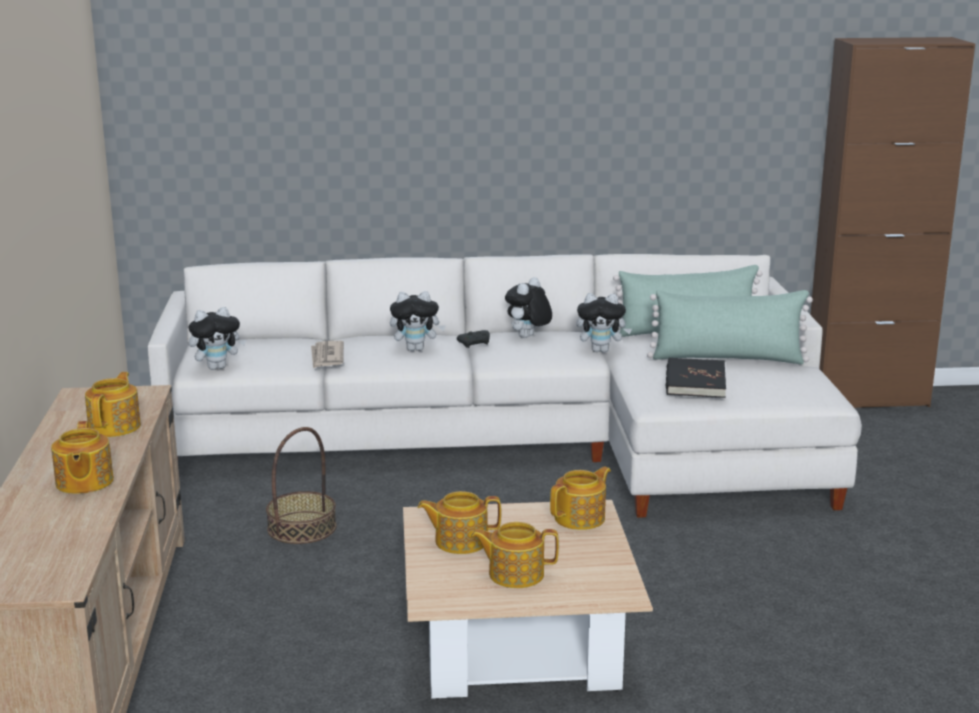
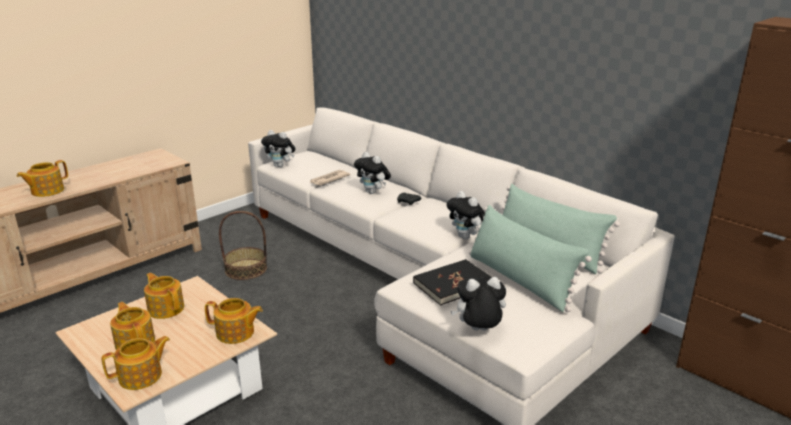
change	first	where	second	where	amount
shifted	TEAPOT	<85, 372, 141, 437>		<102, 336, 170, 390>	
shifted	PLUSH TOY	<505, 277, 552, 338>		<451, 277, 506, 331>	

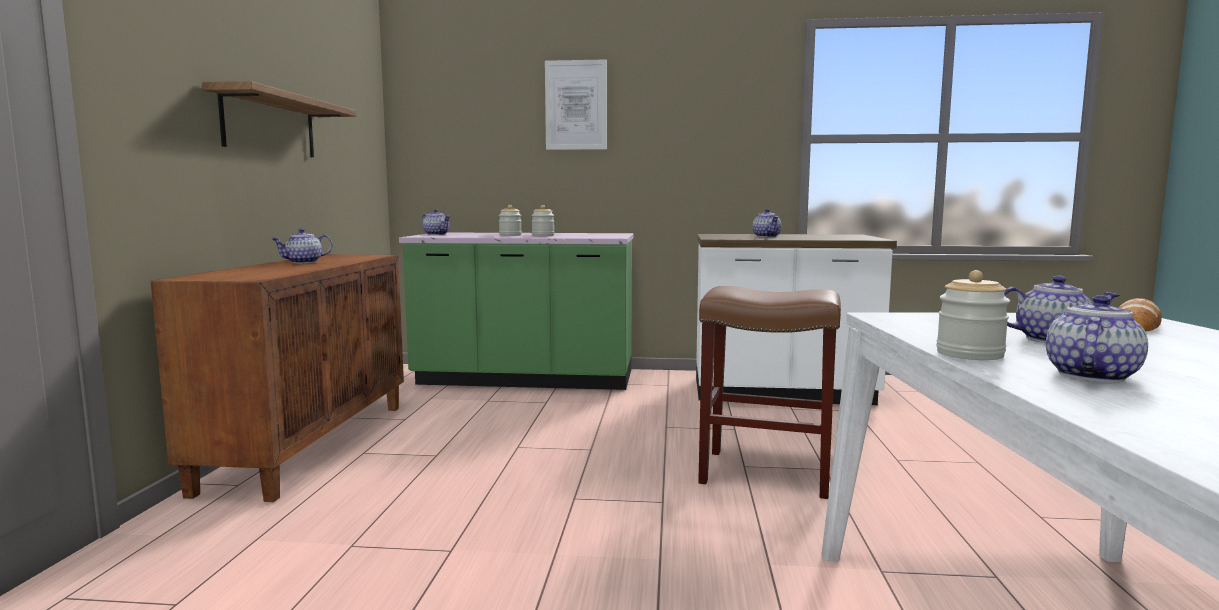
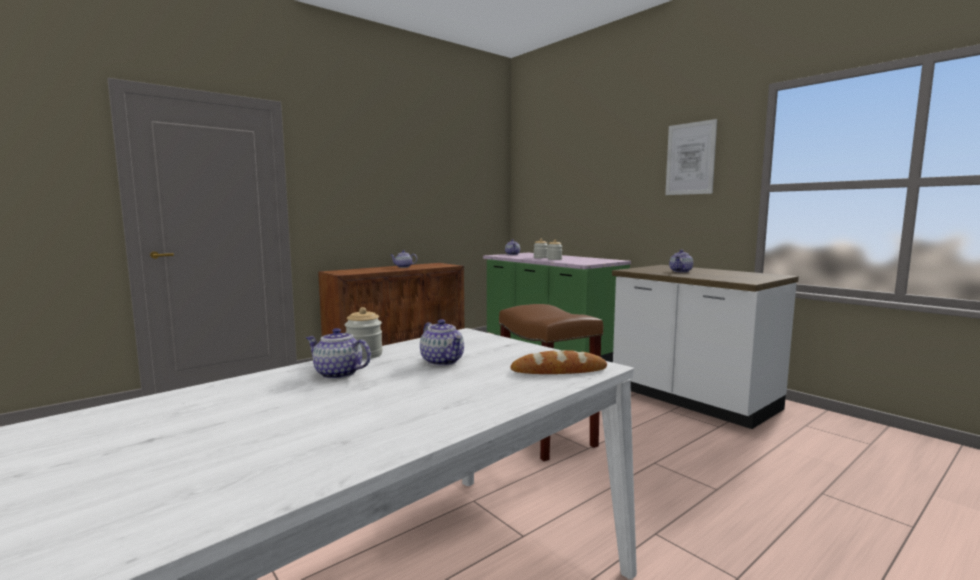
change	first	where	second	where	amount
gone	SHELF	<202, 81, 356, 157>			
shifted	PICTURE	<545, 59, 607, 150>		<665, 119, 717, 195>	
rotated	TEAPOT	<1046, 295, 1148, 383>		<306, 328, 371, 379>	150 degrees counterclockwise

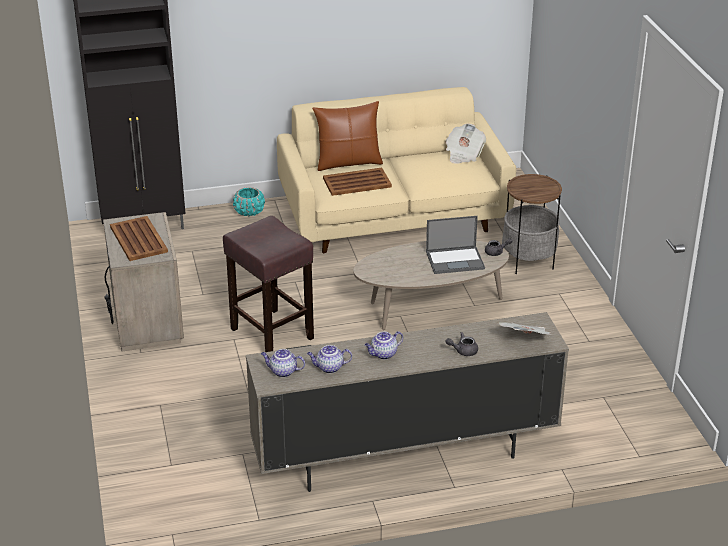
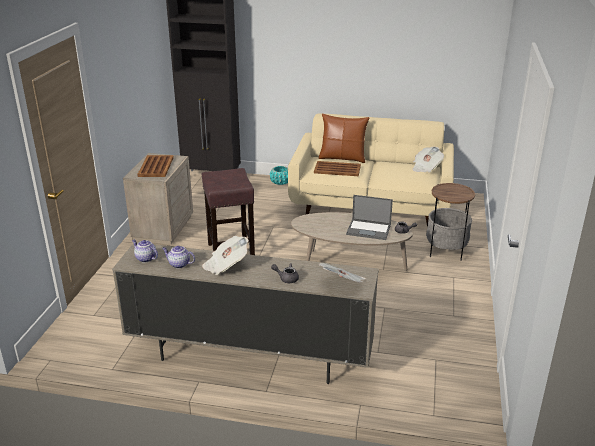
change	first	where	second	where	amount
swapped	TEAPOT	<365, 331, 403, 360>	NEWSPAPER	<202, 236, 249, 275>	

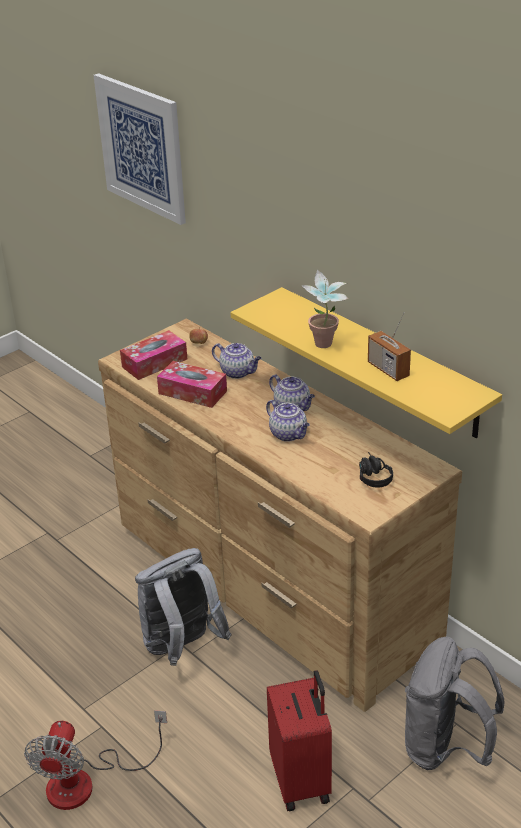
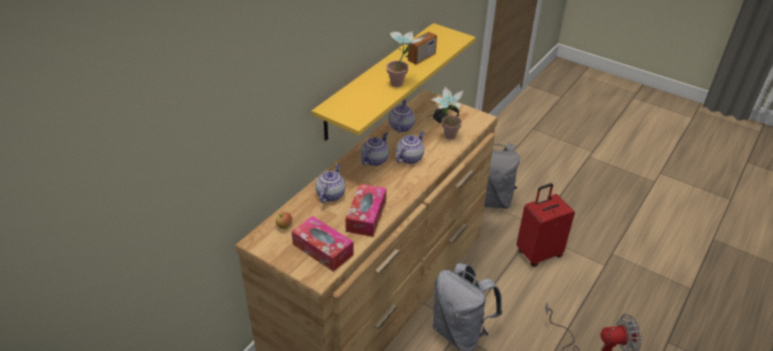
change	first	where	second	where	amount
gone	PICTURE	<94, 73, 186, 225>			
new			TEAPOT	<388, 100, 415, 133>	
new			POTTED PLANT	<430, 87, 464, 140>	

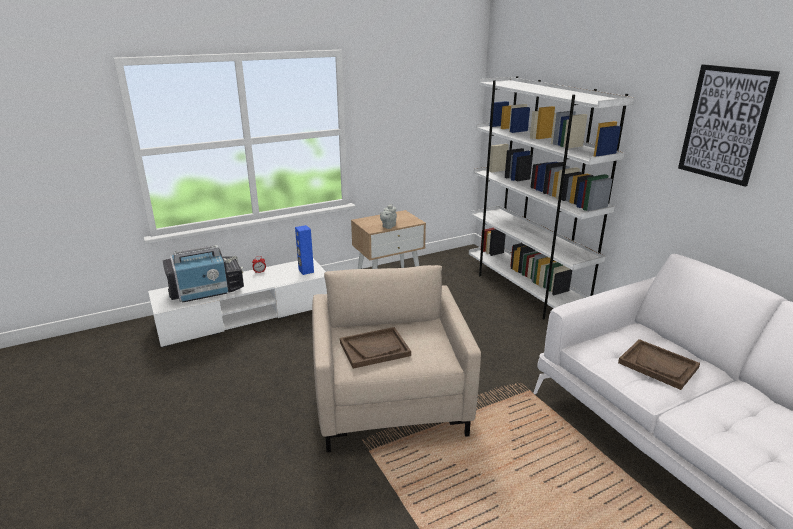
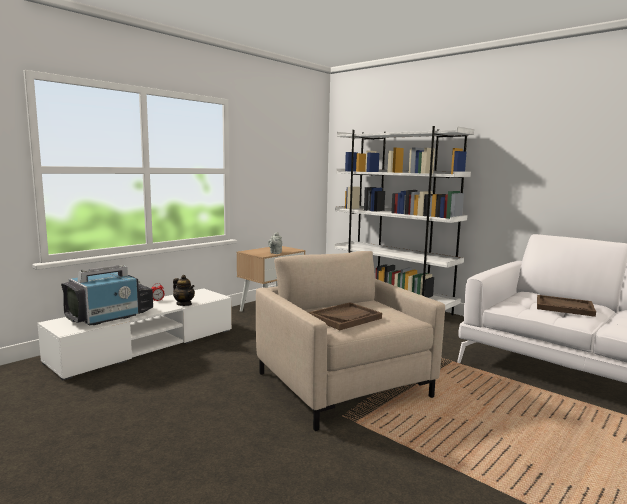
change	first	where	second	where	amount
gone	BLUE SPEAKER	<295, 225, 314, 275>			
gone	PICTURE	<678, 64, 780, 187>			
new			TEAPOT	<173, 275, 195, 306>	

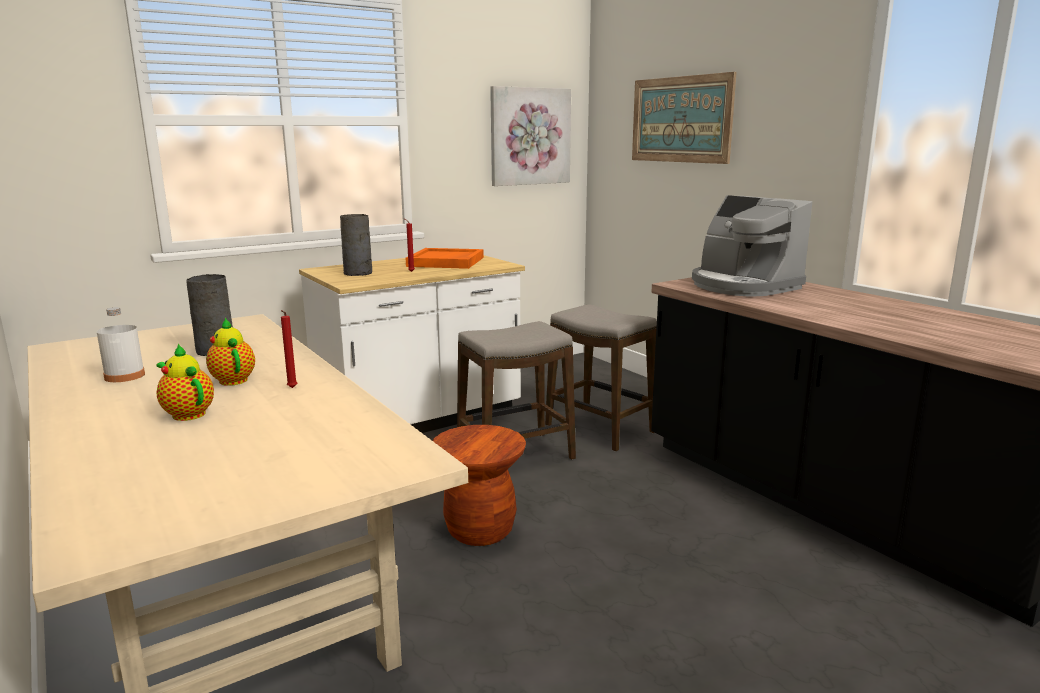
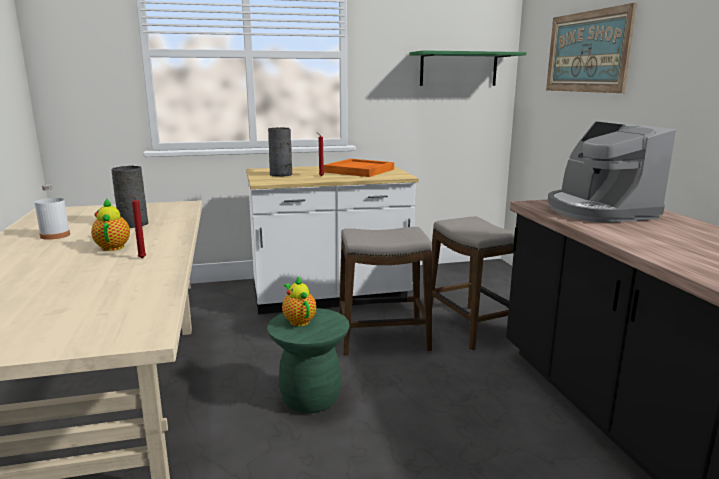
change	first	where	second	where	amount
shifted	TEAPOT	<156, 344, 214, 421>		<282, 276, 316, 326>	
swapped	PICTURE	<490, 86, 571, 186>	GREEN SHELF	<410, 50, 526, 86>	
repainted	BROWN STOOL	<432, 425, 526, 546>	GREEN STOOL	<267, 308, 350, 413>	

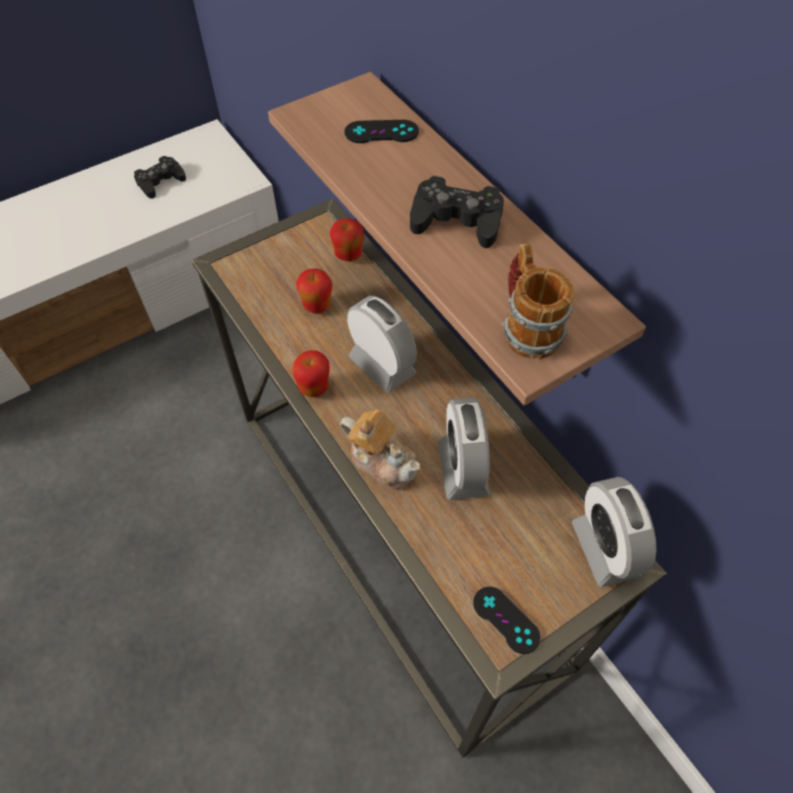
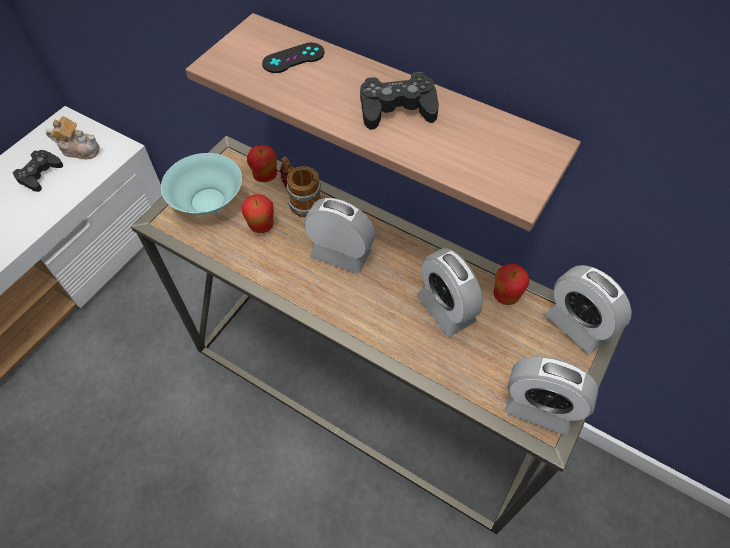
change	first	where	second	where	amount
new			TURQUOISE BOWL	<161, 153, 242, 215>	
shifted	APPLE	<292, 350, 330, 397>		<493, 263, 529, 305>	
shifted	TEAPOT	<340, 410, 420, 489>		<46, 116, 100, 159>	
shifted	MUG	<502, 243, 575, 359>		<280, 157, 323, 217>	
swapped	BLACK GAME CONTROLLER	<473, 587, 540, 654>	ALARM CLOCK	<505, 356, 598, 435>	

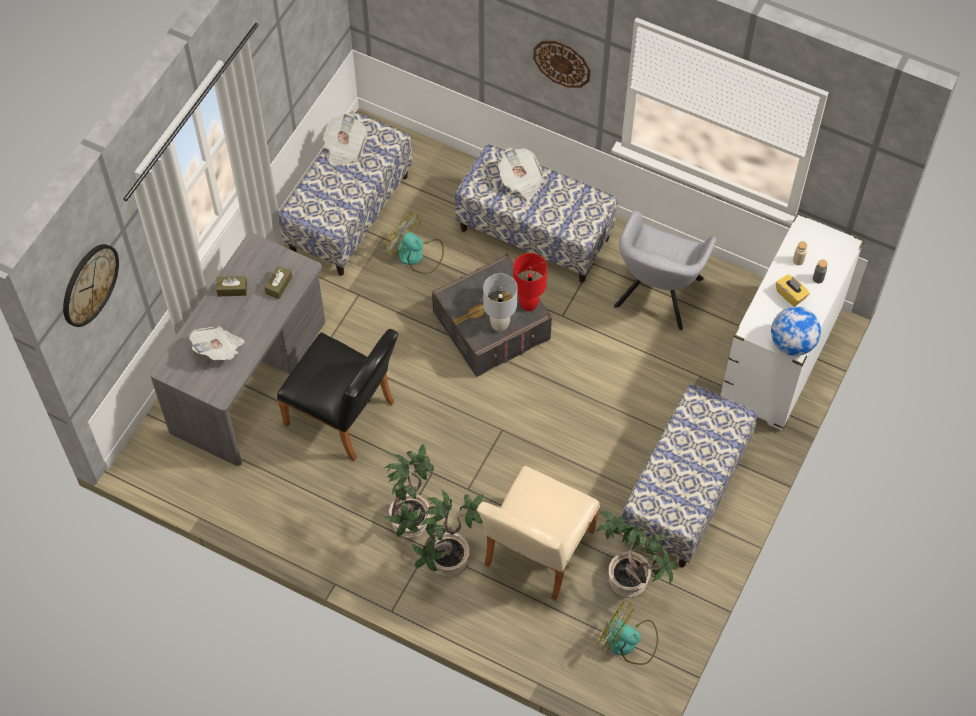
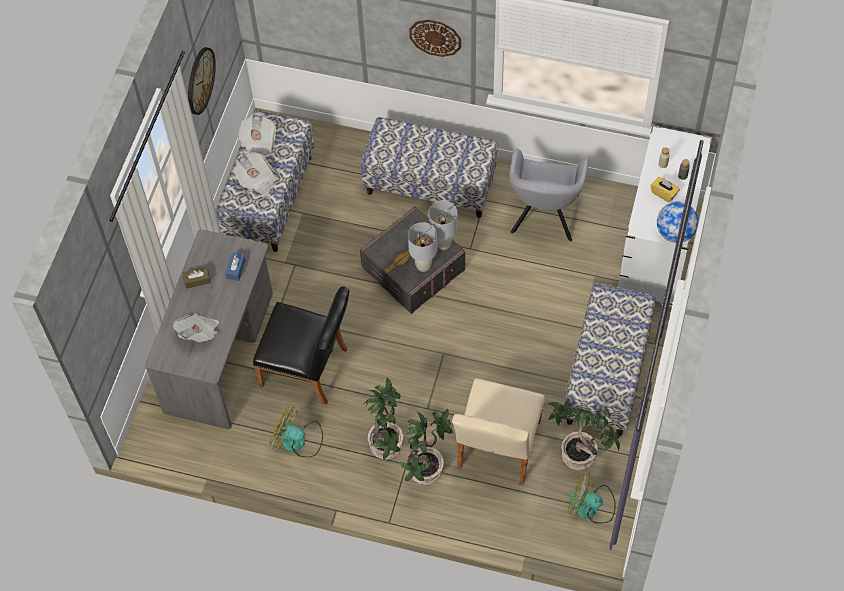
change	first	where	second	where	amount
shifted	WALL CLOCK	<63, 244, 119, 327>		<188, 47, 216, 115>	
shifted	FAN	<384, 213, 444, 274>		<270, 407, 323, 457>	
shifted	NEWSPAPER	<498, 148, 545, 200>		<234, 152, 276, 196>	
repainted	BROWN TISSUE BOX	<264, 266, 292, 299>	BLUE TISSUE BOX	<225, 252, 246, 281>	
repainted	RED TABLE LAMP	<513, 253, 547, 311>	GREY TABLE LAMP	<428, 200, 457, 250>	

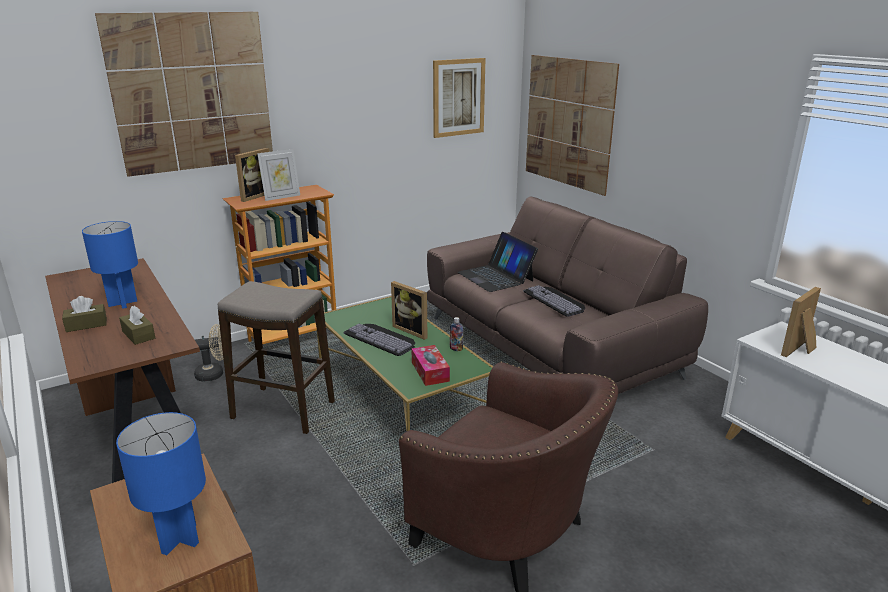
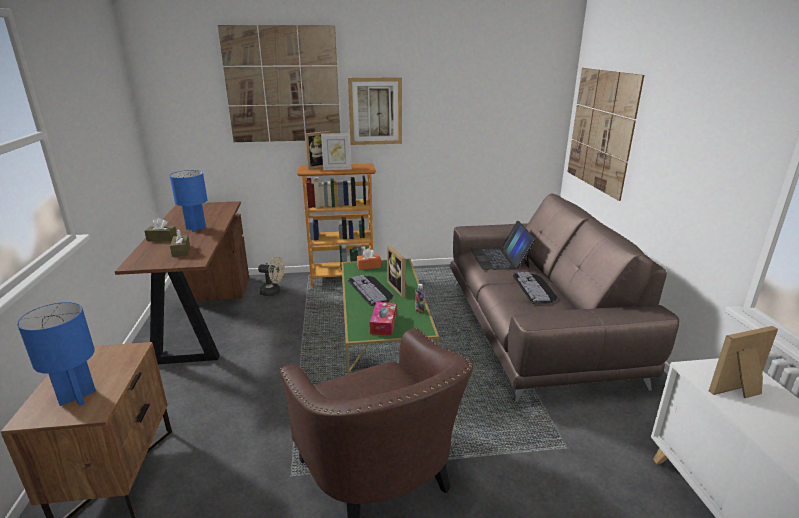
change	first	where	second	where	amount
gone	STOOL	<218, 281, 335, 434>			
new			ORANGE TISSUE BOX	<357, 248, 381, 270>	
shifted	PICTURE	<433, 58, 485, 138>		<348, 77, 402, 145>	

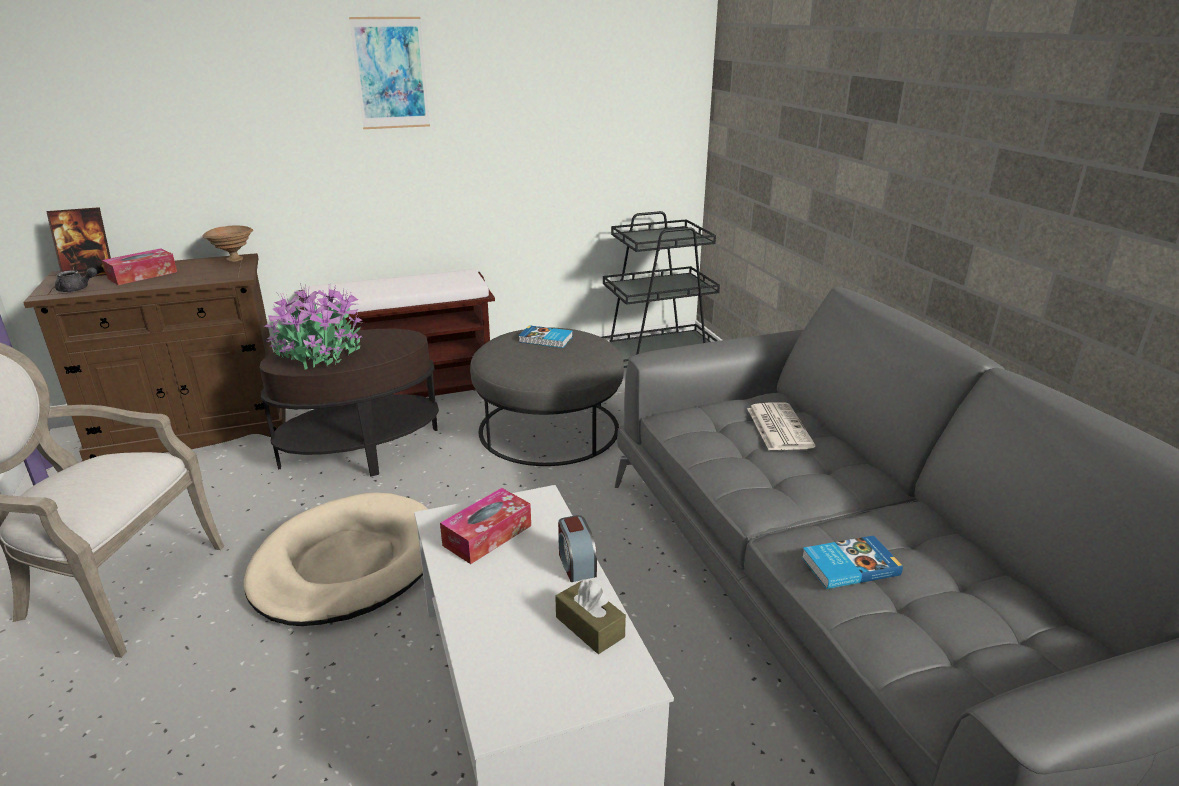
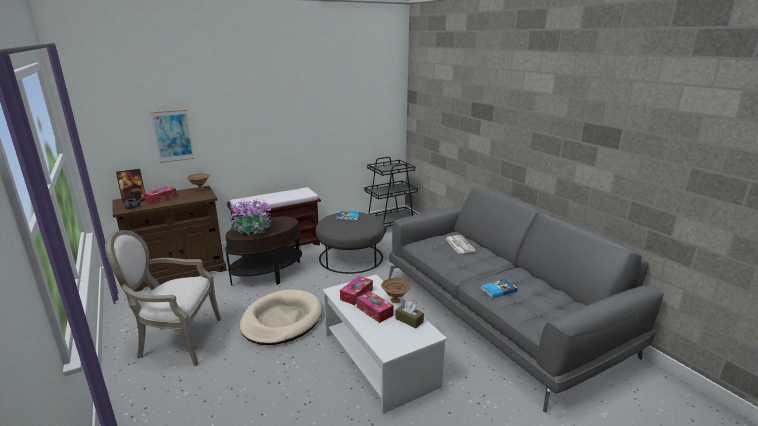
change	first	where	second	where	amount
new			TISSUE BOX	<357, 291, 393, 323>	
shifted	PICTURE	<349, 17, 430, 129>		<151, 110, 195, 163>	
swapped	ALARM CLOCK	<558, 515, 597, 582>	BROWN BOWL	<381, 278, 411, 303>	

